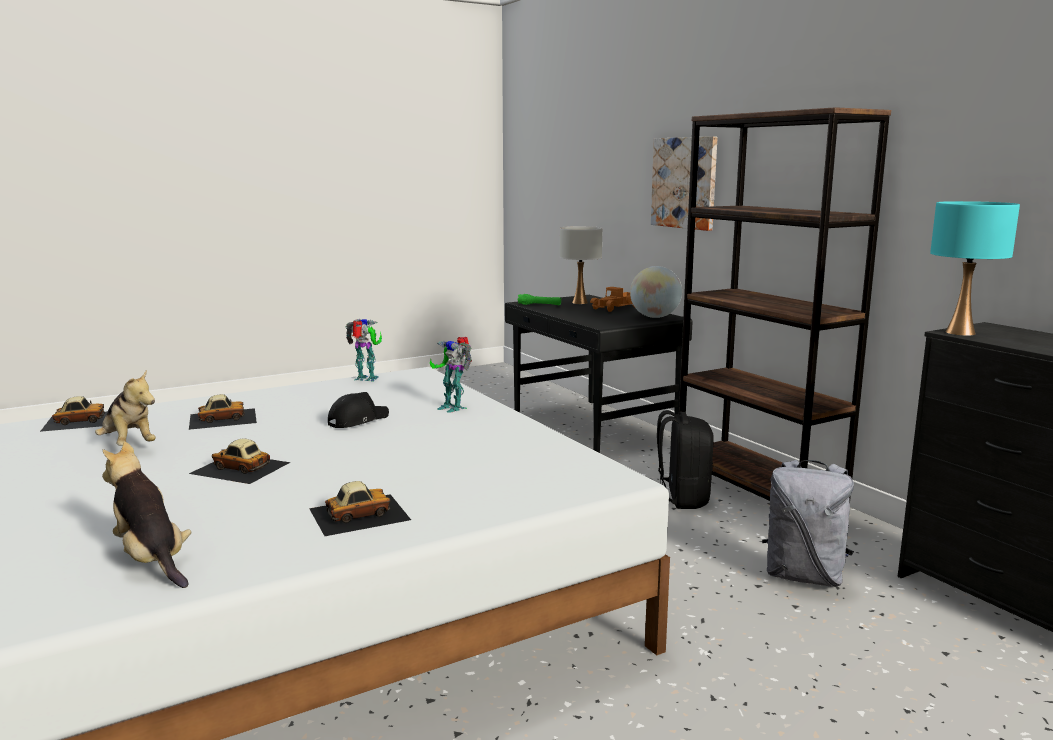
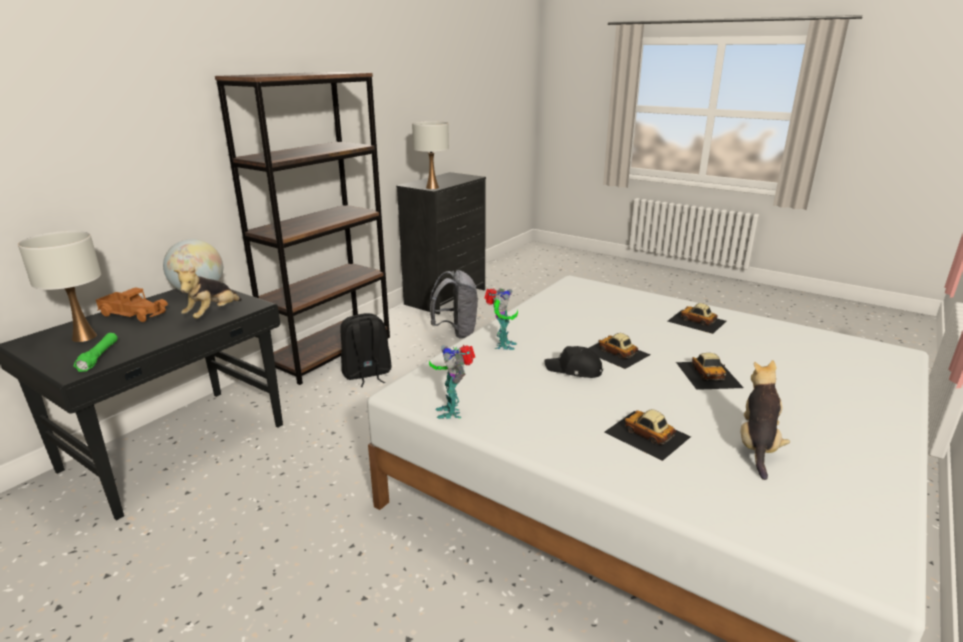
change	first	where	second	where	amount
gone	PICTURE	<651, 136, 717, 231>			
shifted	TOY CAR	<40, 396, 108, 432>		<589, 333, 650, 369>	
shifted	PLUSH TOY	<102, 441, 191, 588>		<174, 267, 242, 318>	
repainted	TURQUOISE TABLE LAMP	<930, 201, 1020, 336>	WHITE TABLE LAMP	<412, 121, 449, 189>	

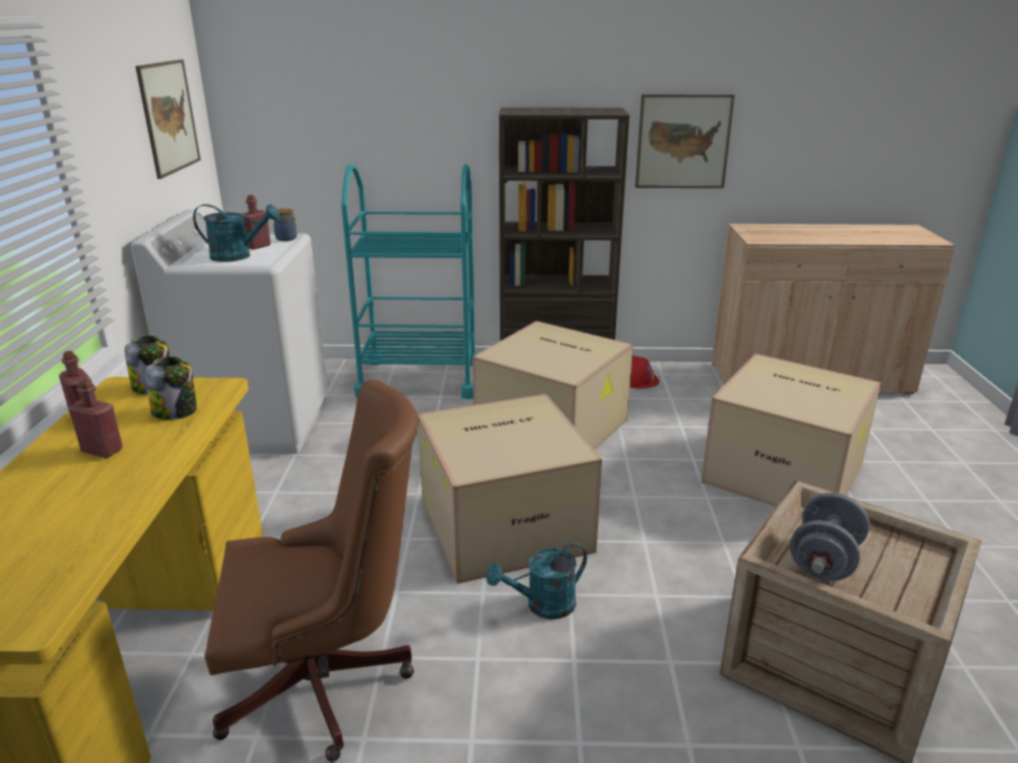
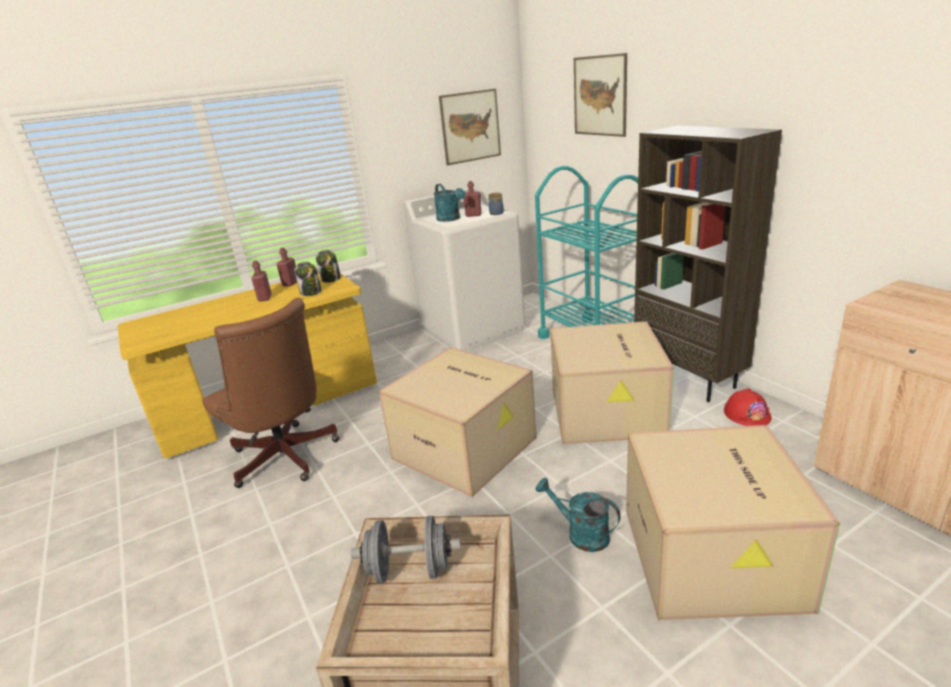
change	first	where	second	where	amount
shifted	TURQUOISE WATERING CAN	<486, 542, 587, 619>		<536, 478, 621, 552>	
shifted	PICTURE	<635, 94, 735, 188>		<574, 53, 627, 137>	

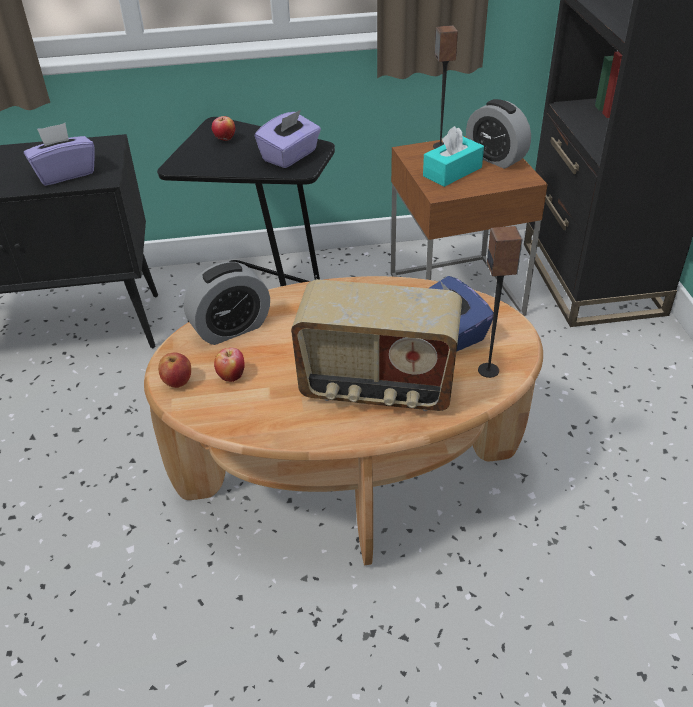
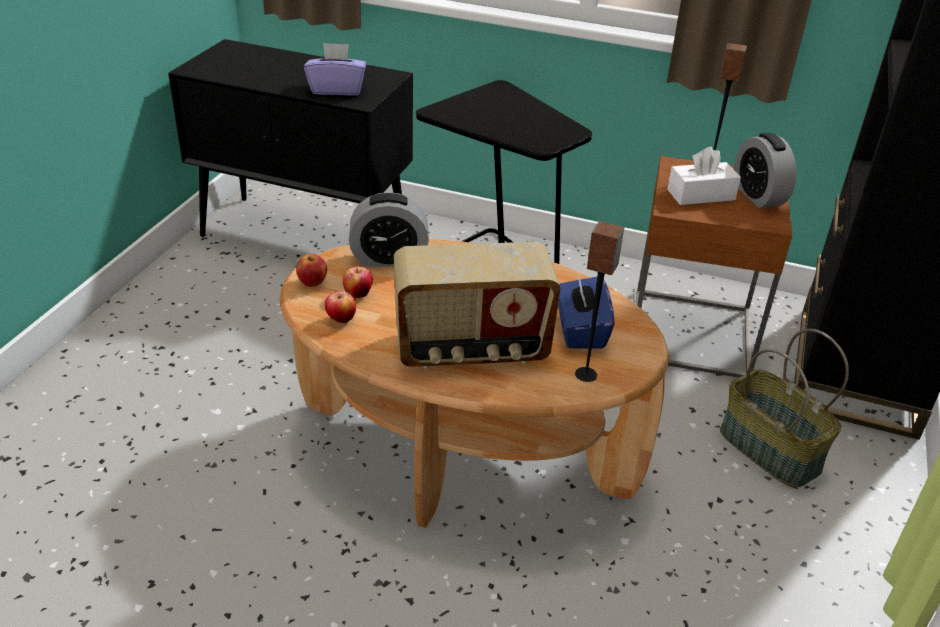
change	first	where	second	where	amount
gone	PURPLE TISSUE BOX	<255, 110, 321, 168>			
new			BASKET	<720, 329, 849, 487>	
shifted	APPLE	<212, 116, 235, 141>		<325, 291, 356, 323>	
repainted	TURQUOISE TISSUE BOX	<423, 126, 484, 187>	WHITE TISSUE BOX	<667, 147, 741, 205>	
rotated	RADIO	<291, 279, 462, 411>		<394, 242, 561, 369>	45 degrees counterclockwise

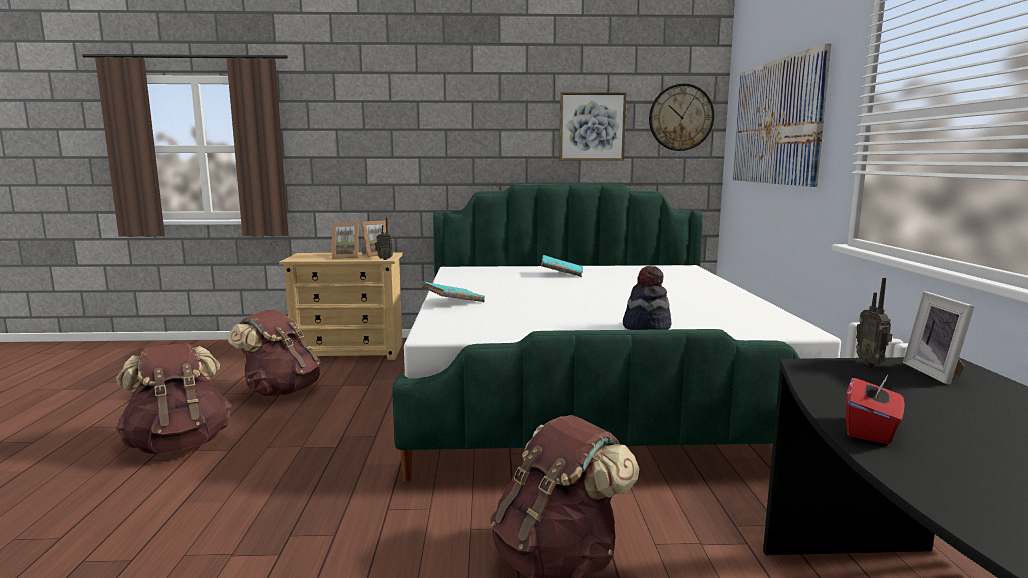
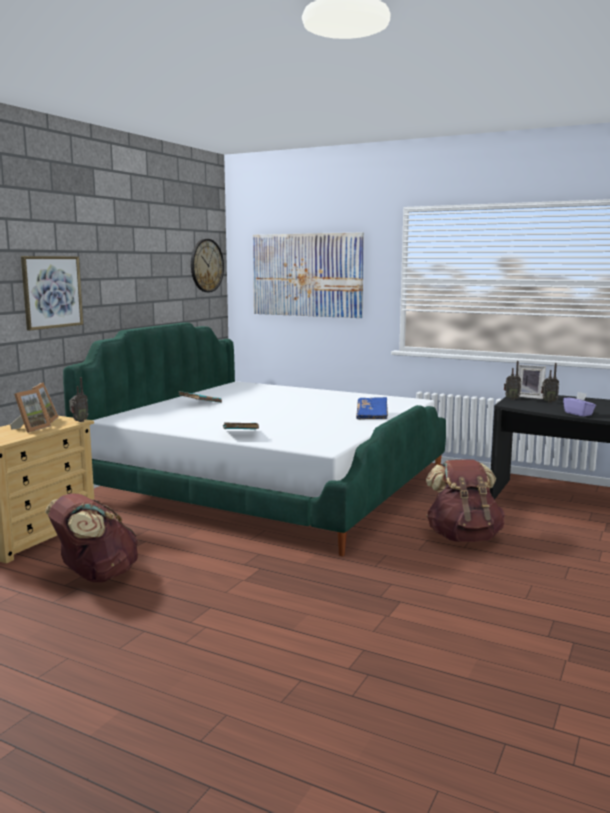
change	first	where	second	where	amount
gone	BROWN BACKPACK	<116, 343, 232, 454>			
new			RADIO	<541, 363, 559, 403>	
shifted	PICTURE	<559, 92, 627, 161>		<21, 256, 83, 330>	
swapped	HAT	<623, 266, 671, 330>	BLUE BOOK	<356, 397, 388, 419>	
repainted	RED TISSUE BOX	<846, 373, 905, 444>	PURPLE TISSUE BOX	<563, 392, 596, 416>	

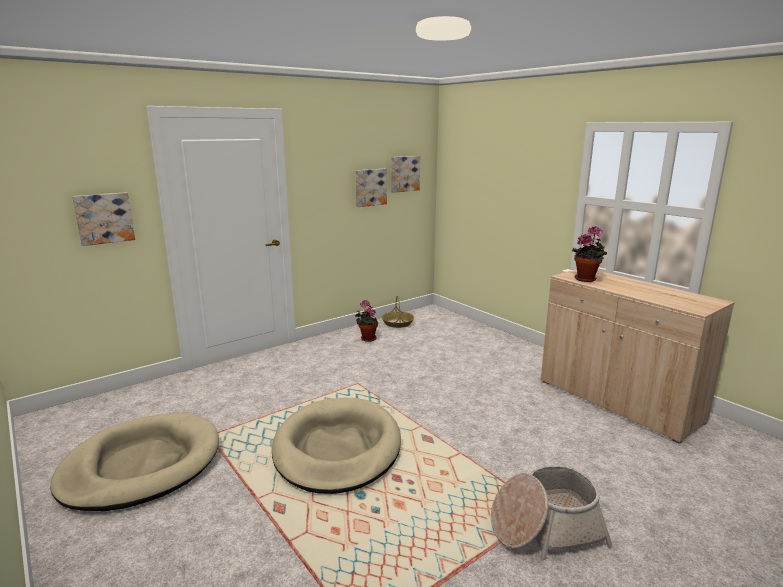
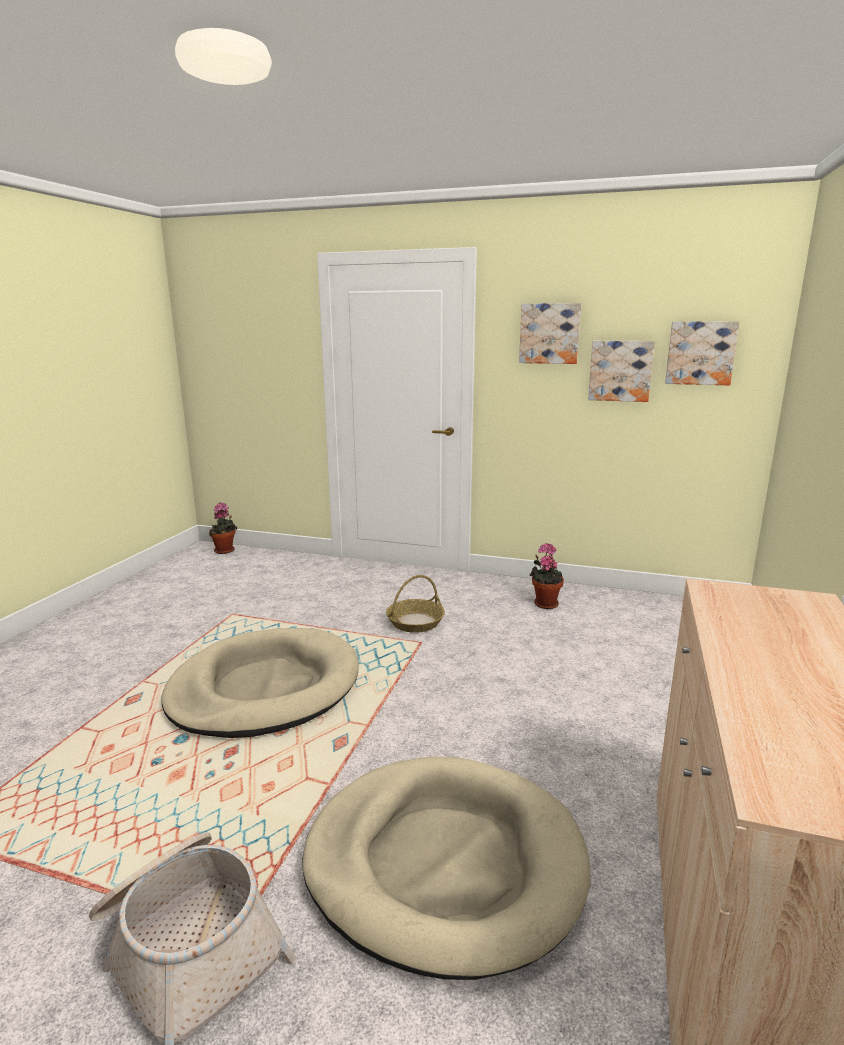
change	first	where	second	where	amount
shifted	BEIGE DOG BED	<50, 413, 219, 511>		<302, 757, 591, 980>	
shifted	PICTURE	<72, 192, 135, 246>		<519, 303, 581, 364>	
shifted	BASKET	<382, 296, 414, 328>		<386, 575, 445, 633>	
shifted	POTTED PLANT	<572, 226, 607, 282>		<209, 503, 237, 554>	

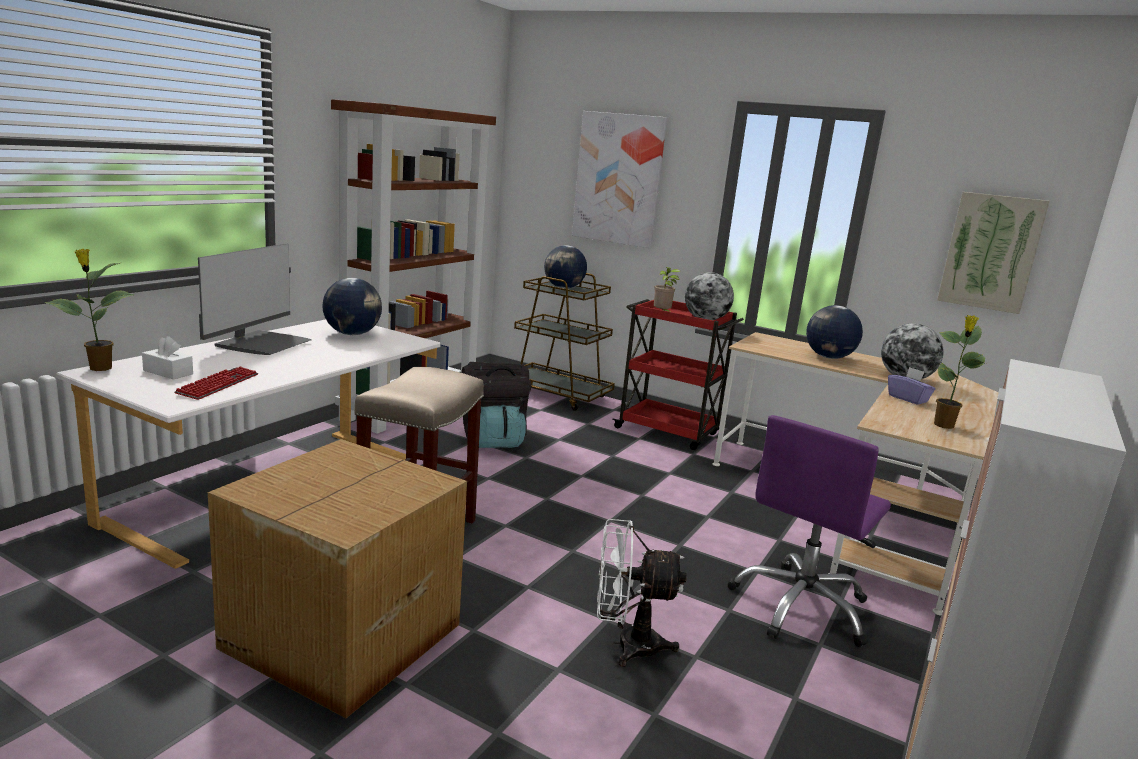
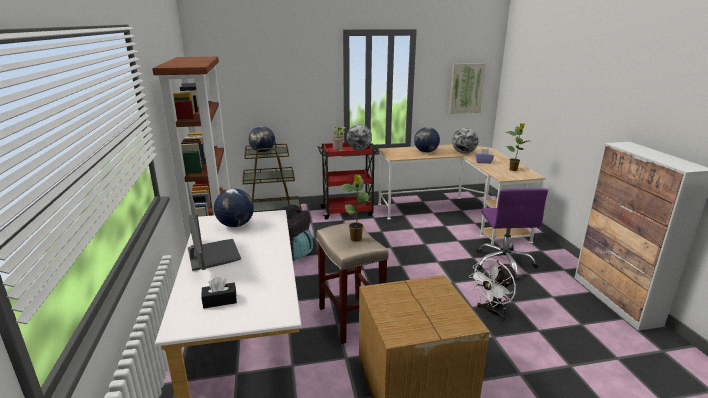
change	first	where	second	where	amount
gone	KEYBOARD	<174, 366, 258, 400>			
gone	PICTURE	<572, 111, 667, 248>			
shifted	POTTED PLANT	<44, 249, 135, 371>		<341, 174, 371, 242>	
repainted	WHITE TISSUE BOX	<142, 336, 193, 380>	BLACK TISSUE BOX	<201, 277, 237, 309>	

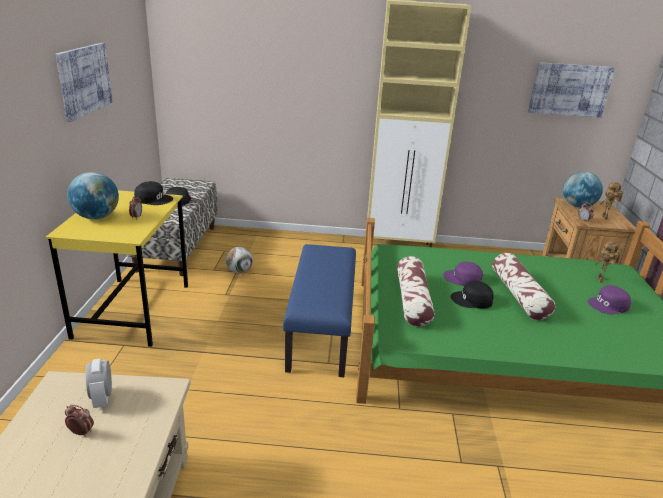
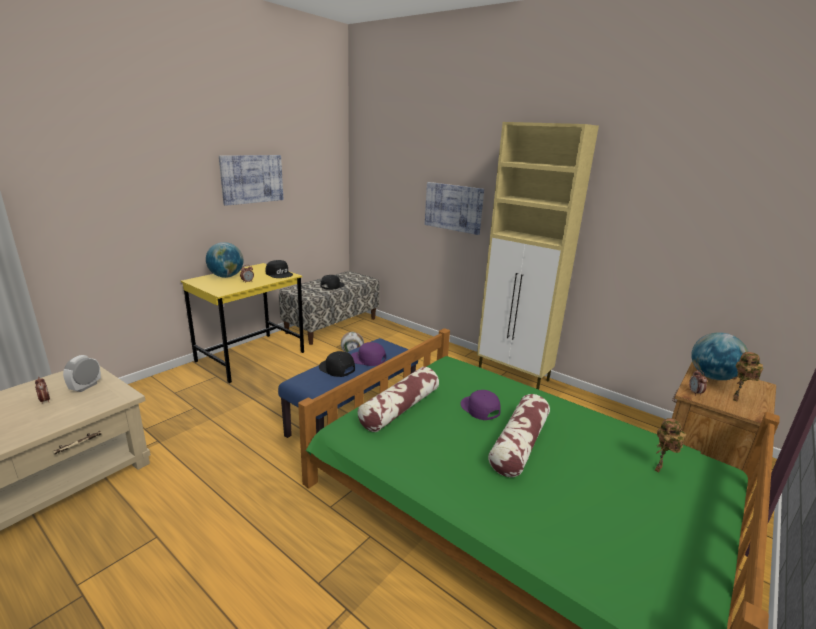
change	first	where	second	where	amount
shifted	BLACK CAP	<451, 281, 494, 309>		<319, 351, 355, 377>	
shifted	PICTURE	<528, 62, 615, 118>		<425, 182, 484, 235>	
shifted	PURPLE CAP	<588, 285, 631, 314>		<351, 342, 386, 366>	

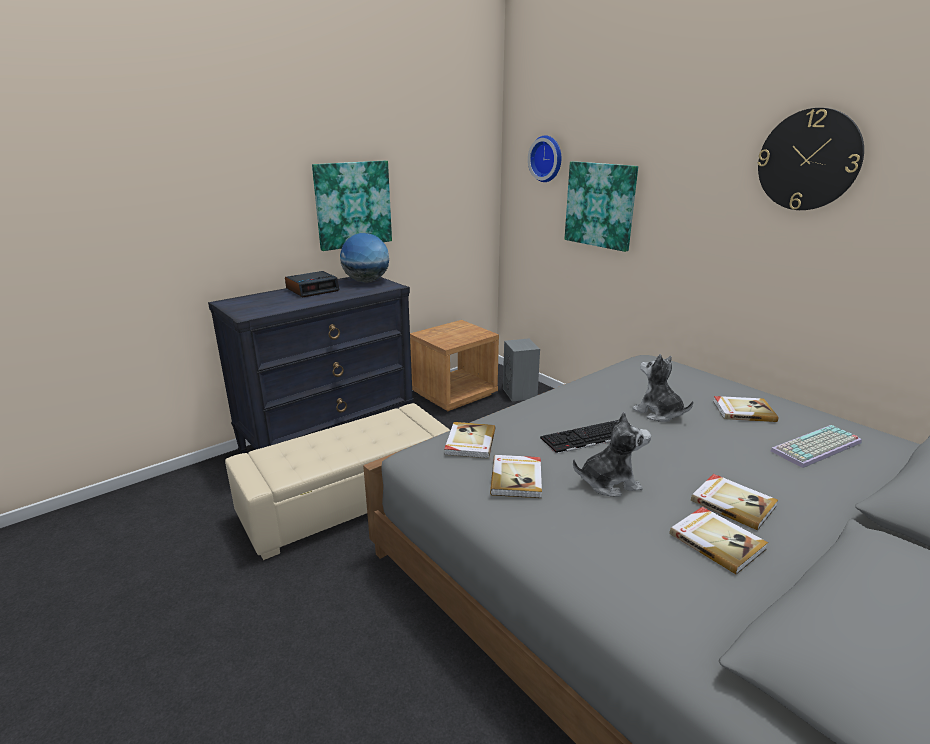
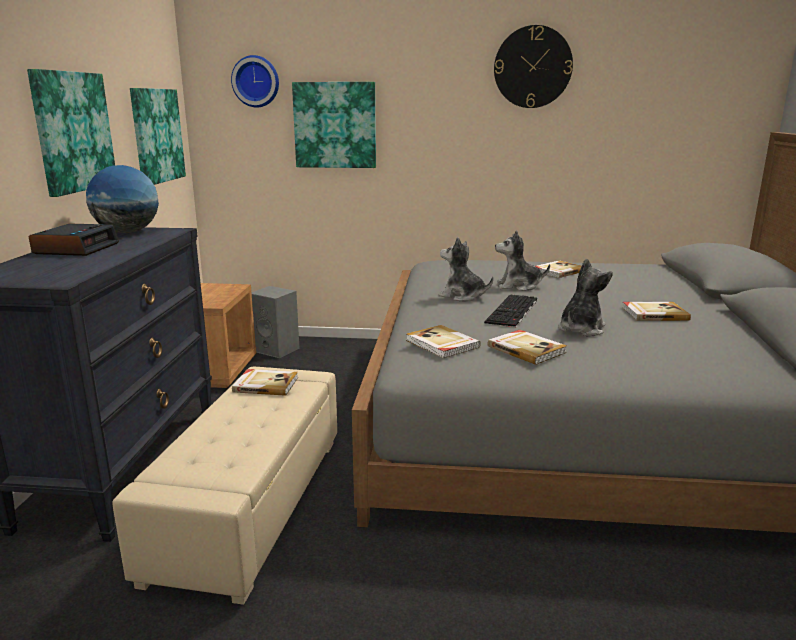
change	first	where	second	where	amount
gone	KEYBOARD	<770, 425, 862, 468>			
new			PICTURE	<130, 88, 186, 185>	
new			PLUSH TOY	<438, 237, 493, 302>	
shifted	BOOK	<670, 507, 768, 574>		<232, 369, 298, 396>	

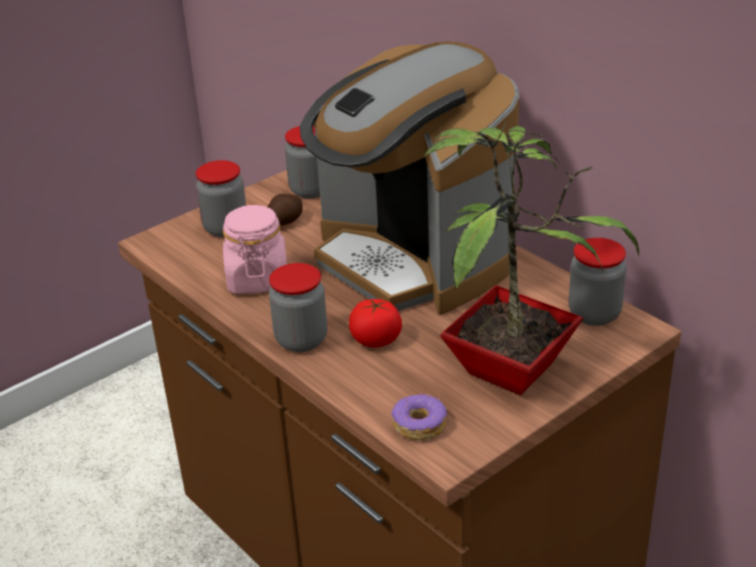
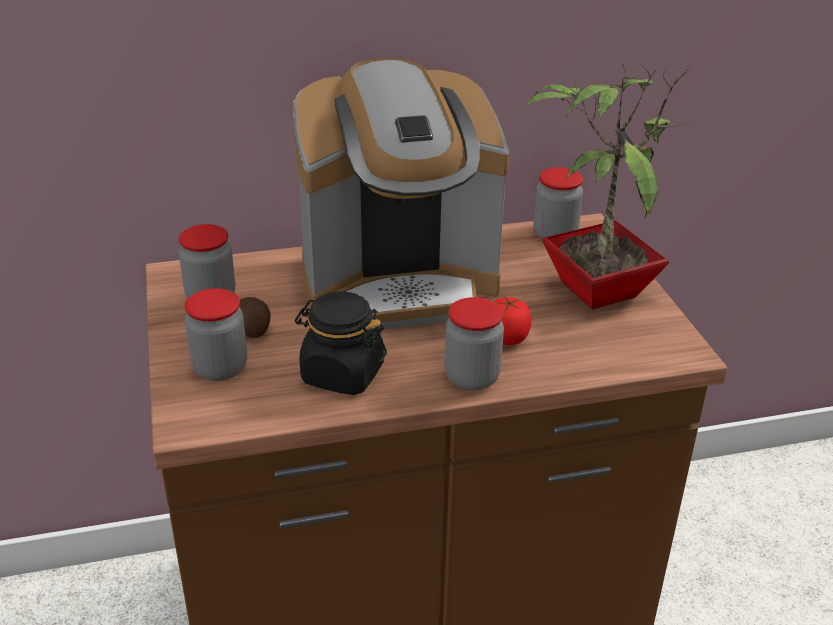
change	first	where	second	where	amount
gone	DONUT	<391, 392, 447, 440>			
repainted	PINK JAR	<223, 205, 287, 294>	BLACK JAR	<295, 292, 387, 395>	

